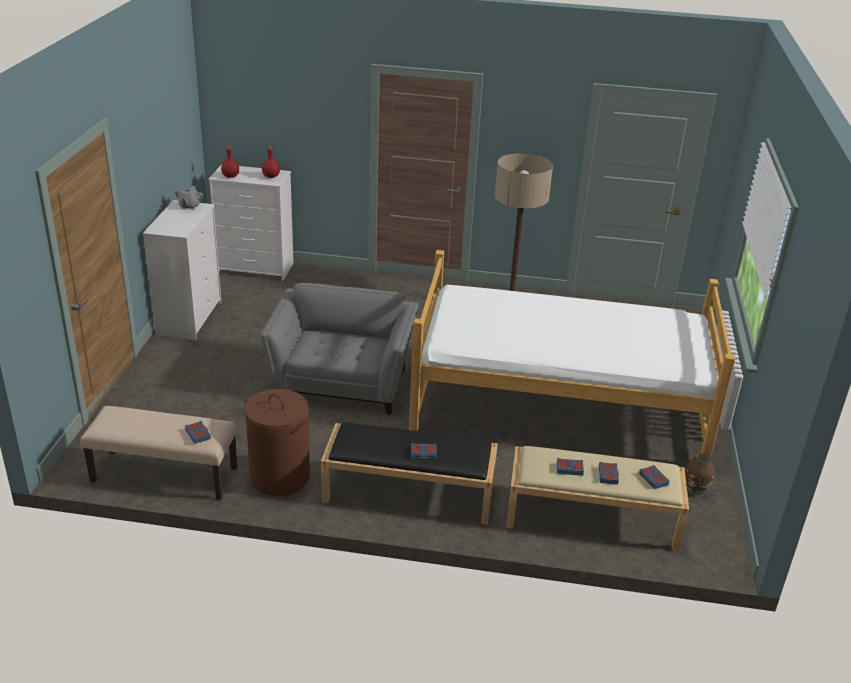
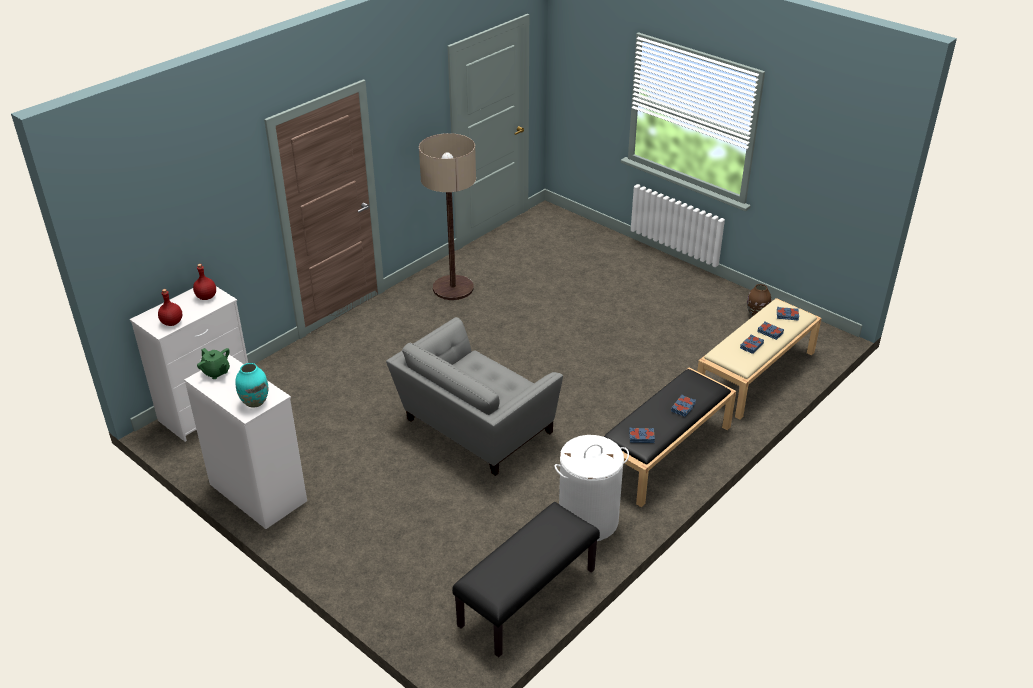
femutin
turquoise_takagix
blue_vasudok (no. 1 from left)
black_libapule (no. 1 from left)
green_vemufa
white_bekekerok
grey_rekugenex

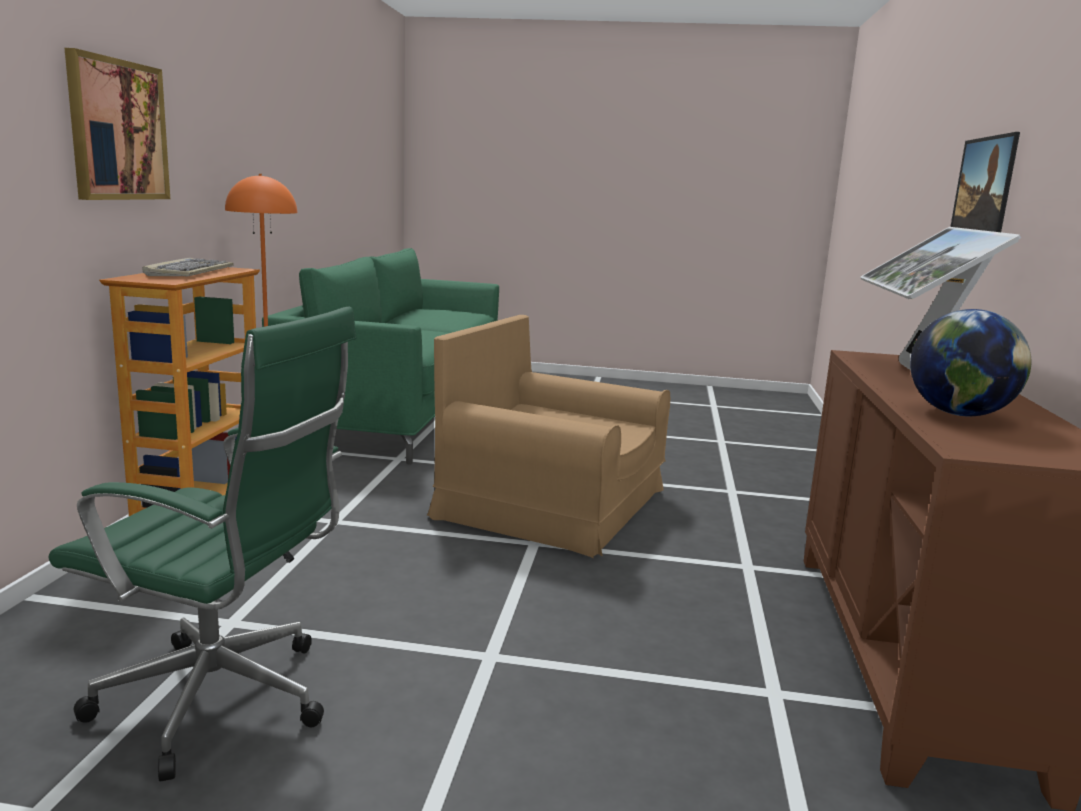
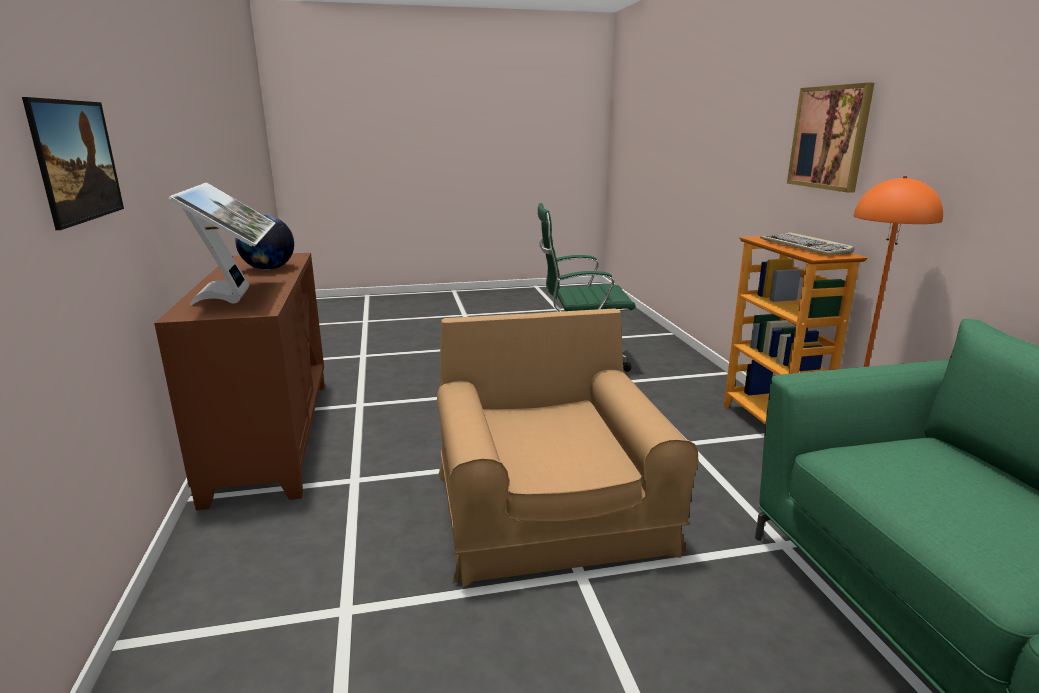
brown_rekugenex

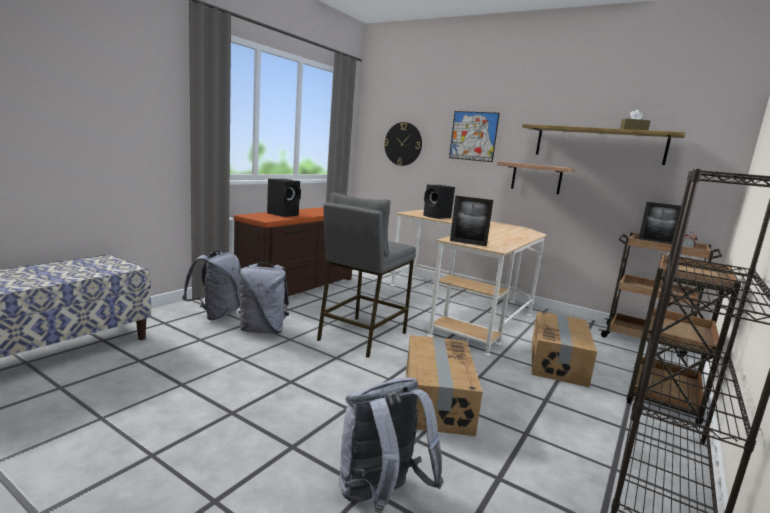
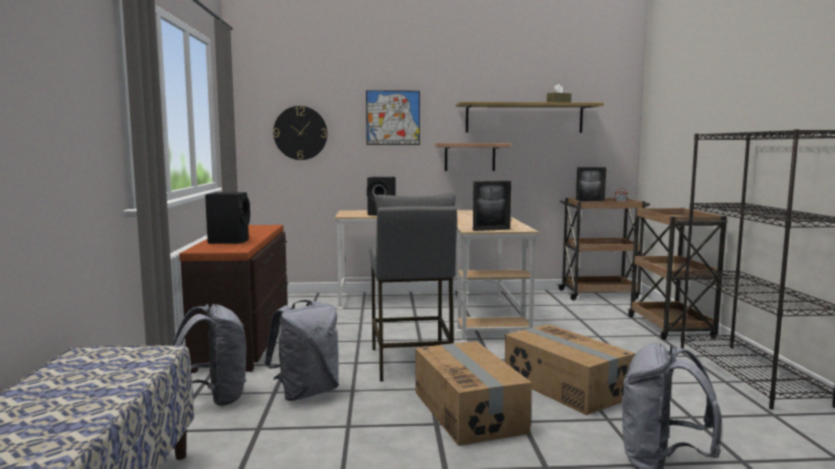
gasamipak (no. 1 from left)

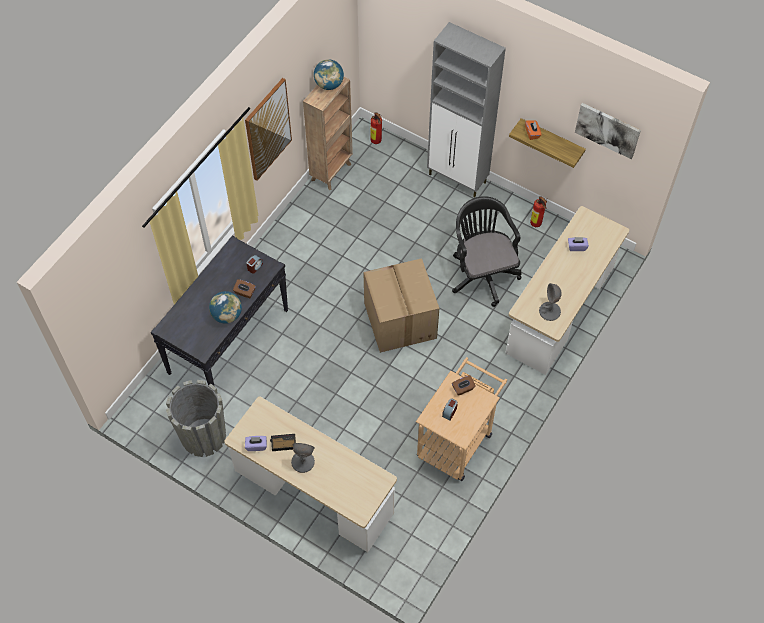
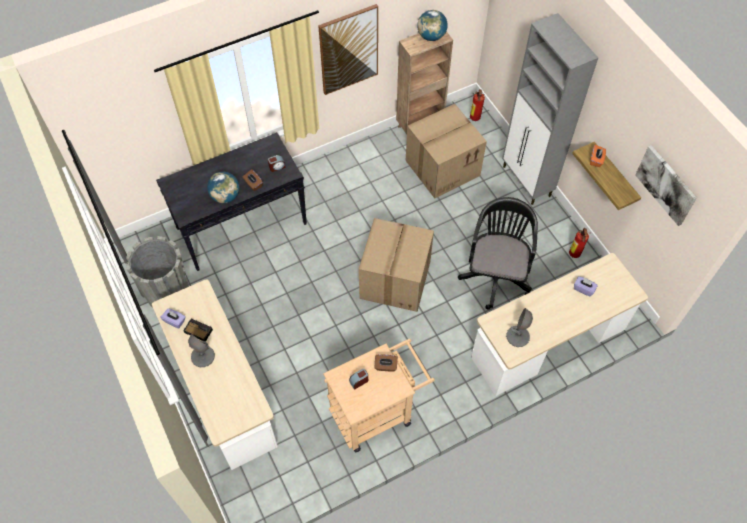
gasamipak (no. 2 from left)

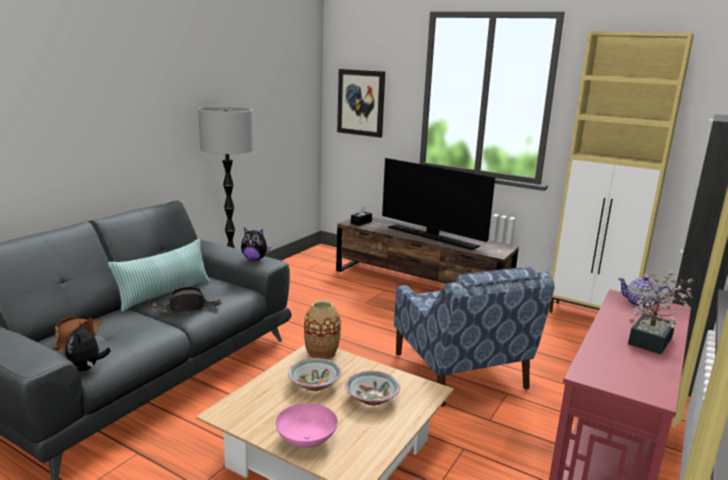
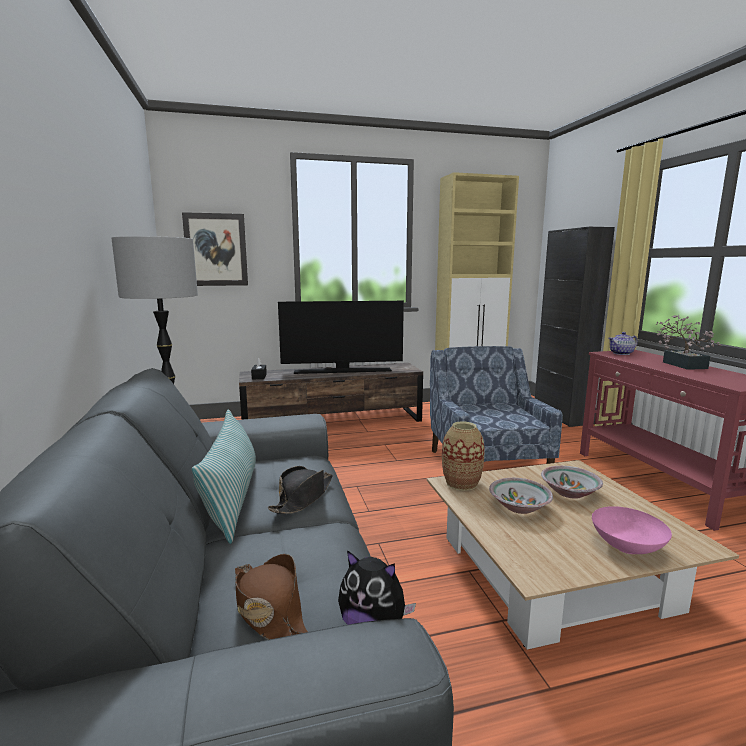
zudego (no. 2 from left in the first image)
blue_rekugenex

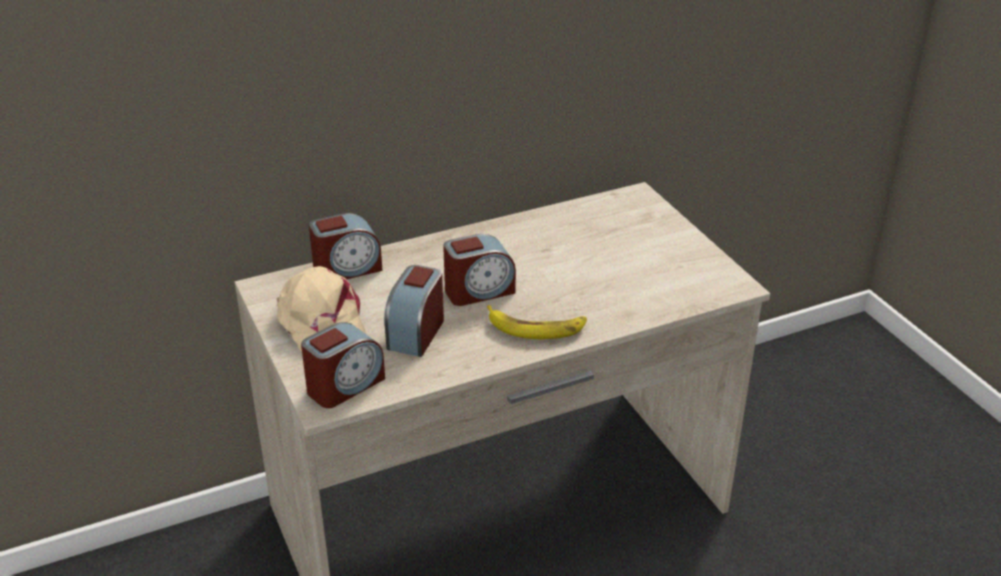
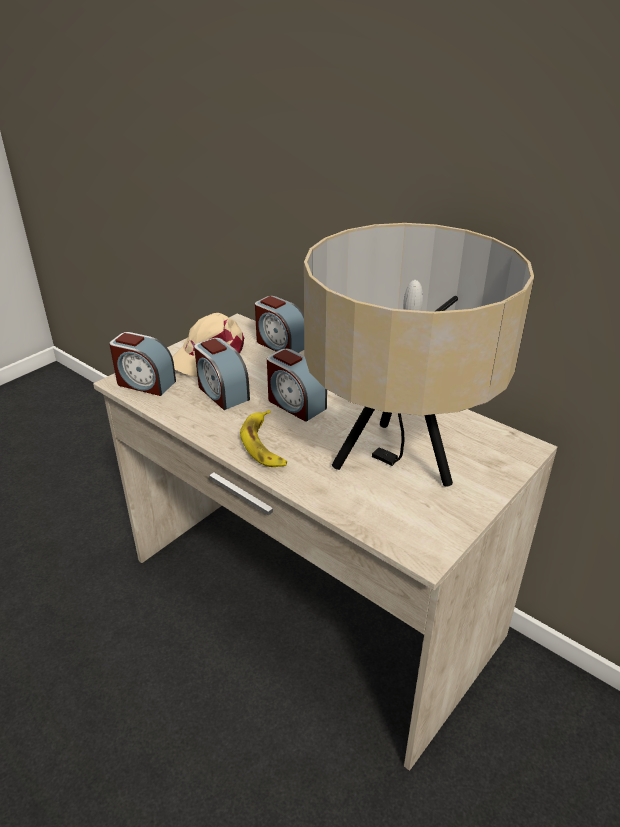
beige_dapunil
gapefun (no. 2 from left)

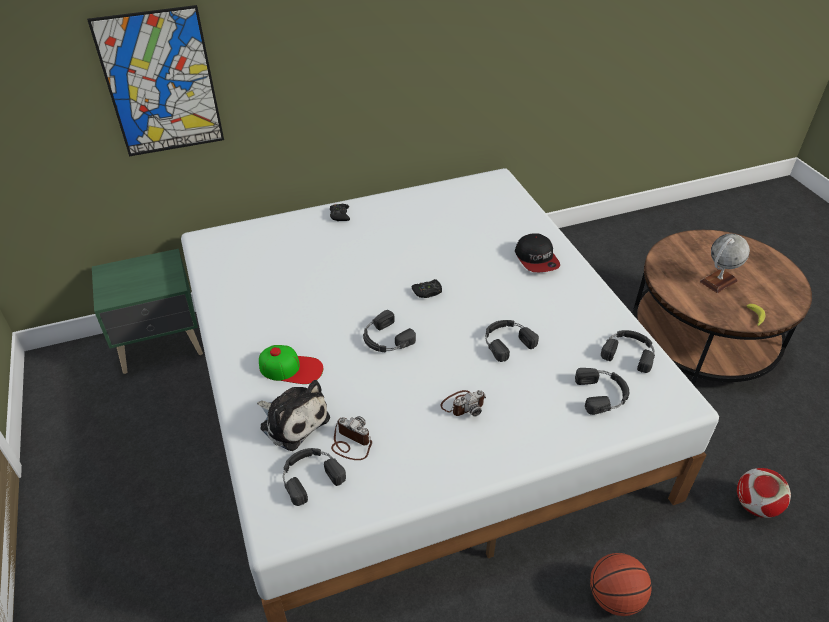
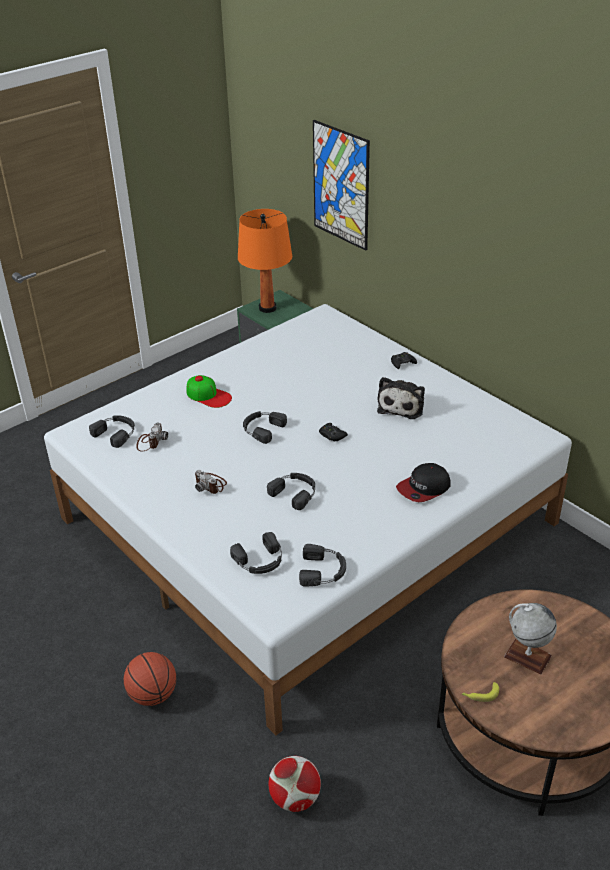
orange_dapunil
zudego
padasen (no. 1 from left)

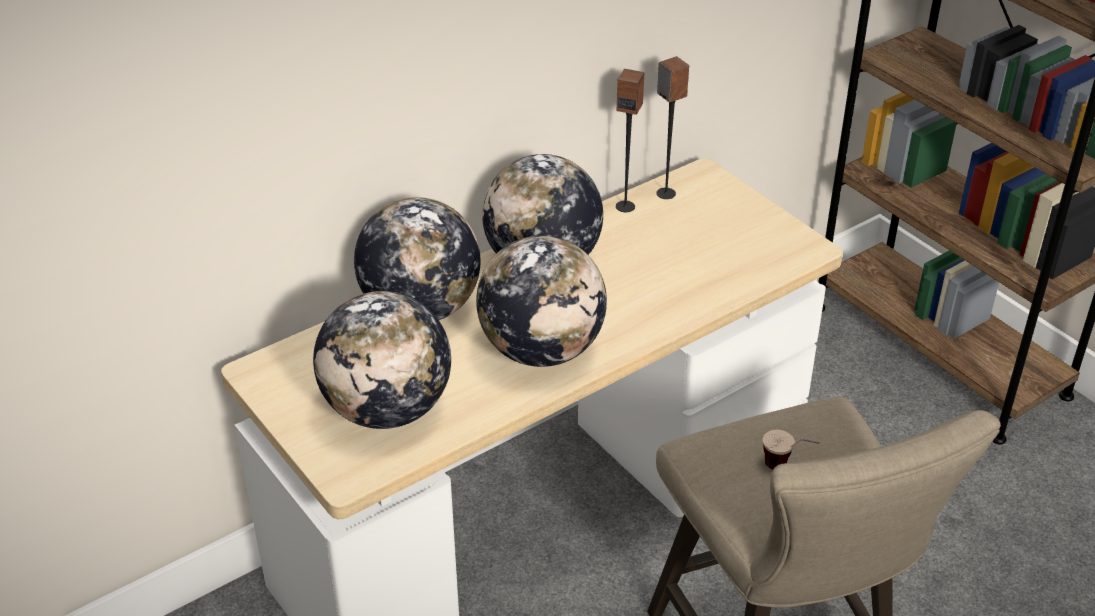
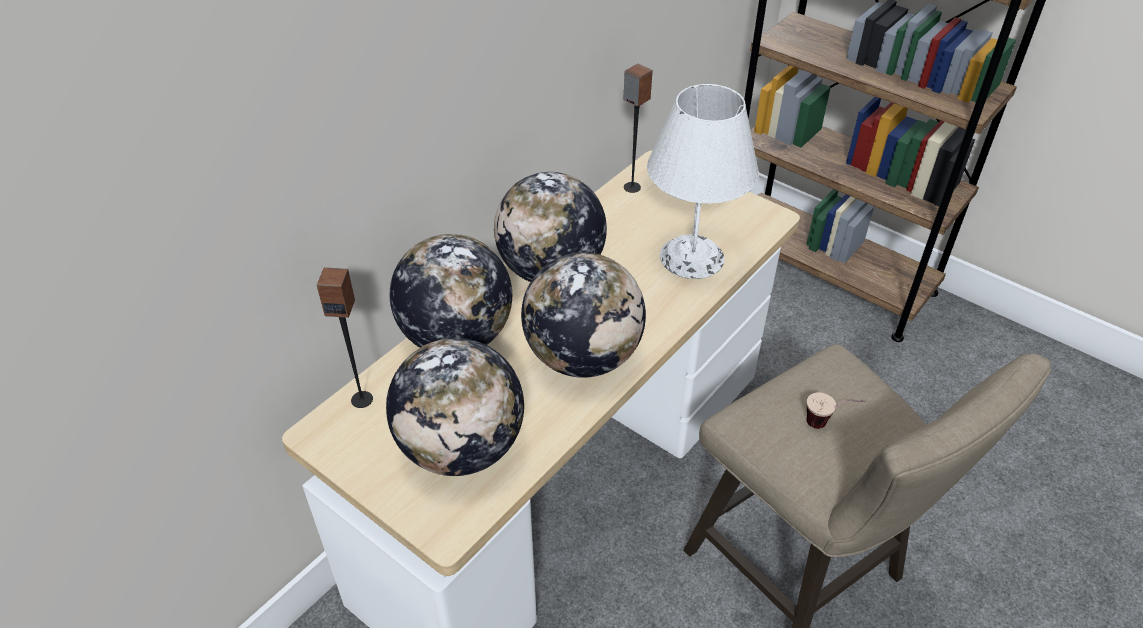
white_dapunil
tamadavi (no. 1 from left)

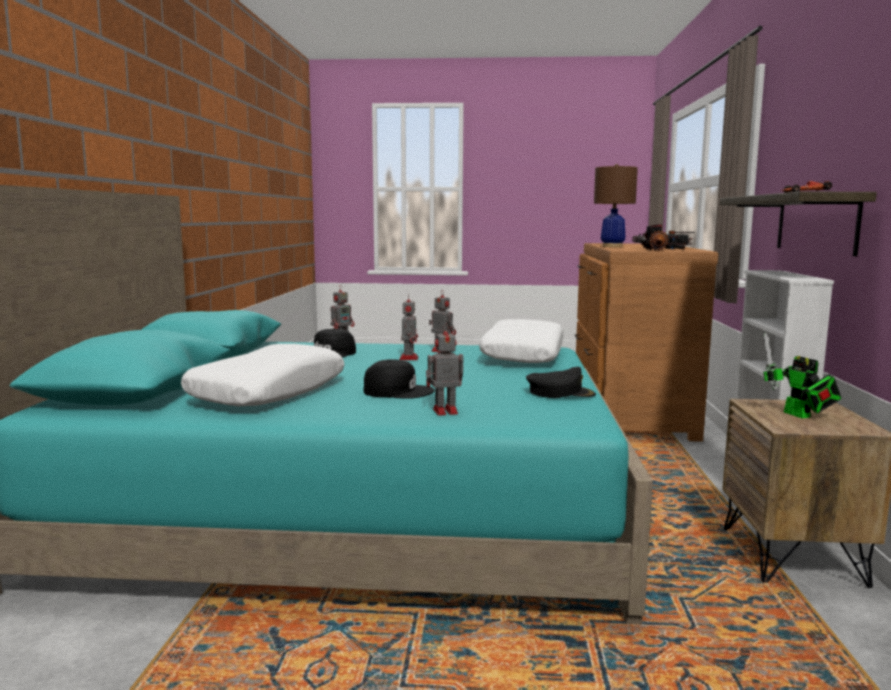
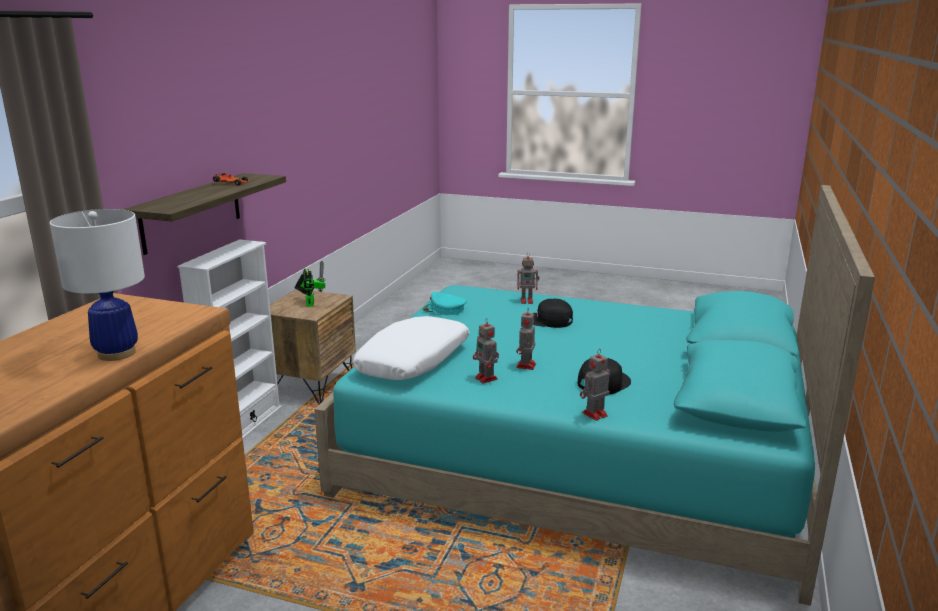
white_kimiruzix (no. 1 from left in the first image)
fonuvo
turquoise_padasen
white_dapunil

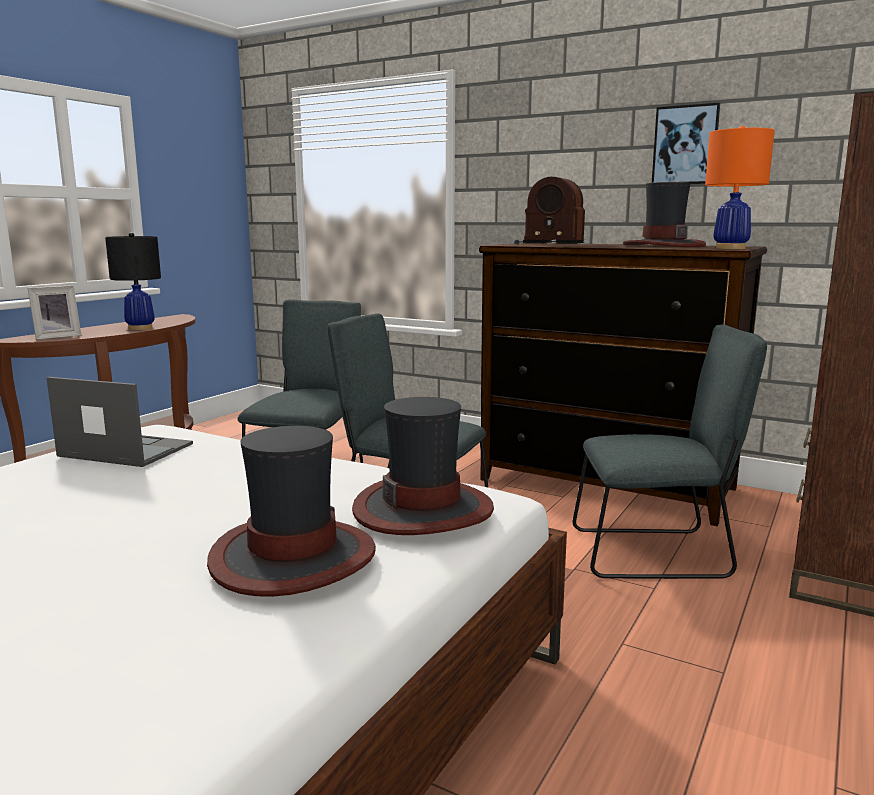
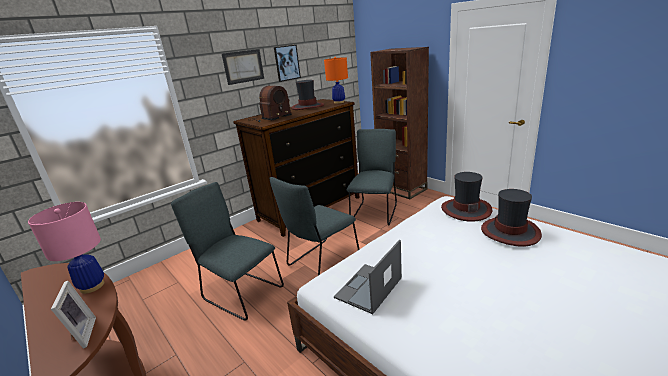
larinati (no. 1 from left)
pink_dapunil

